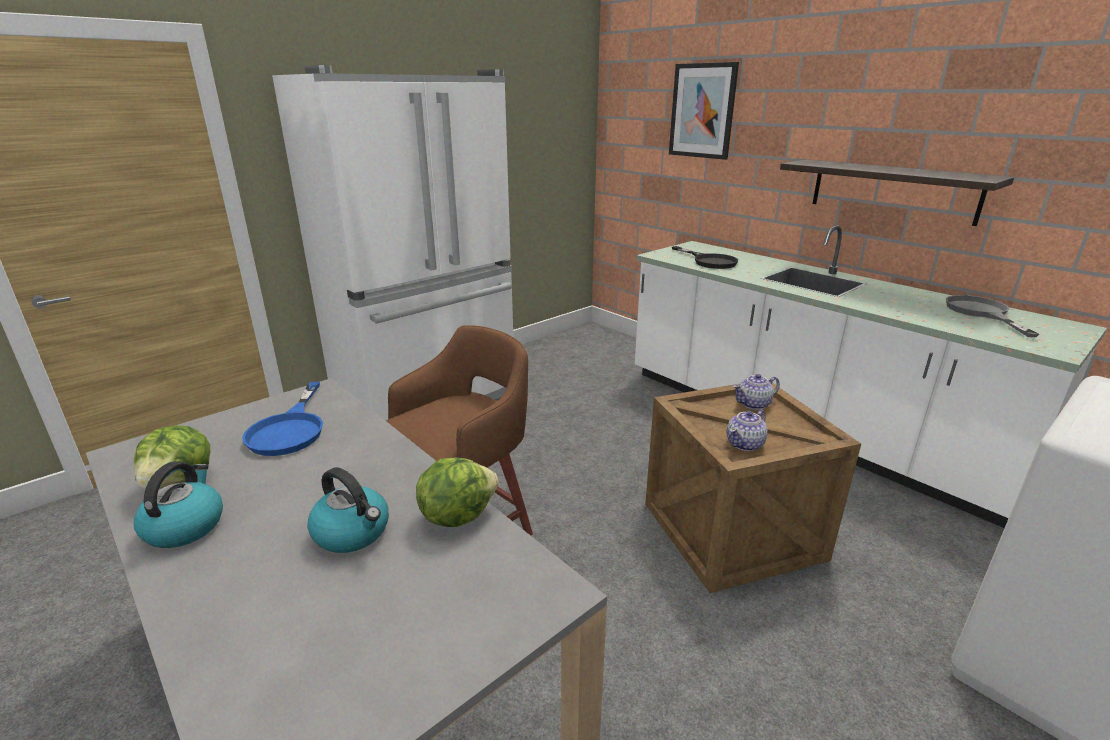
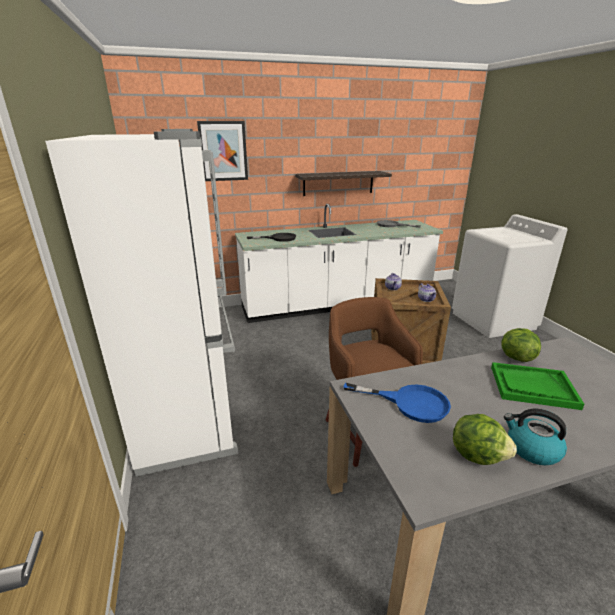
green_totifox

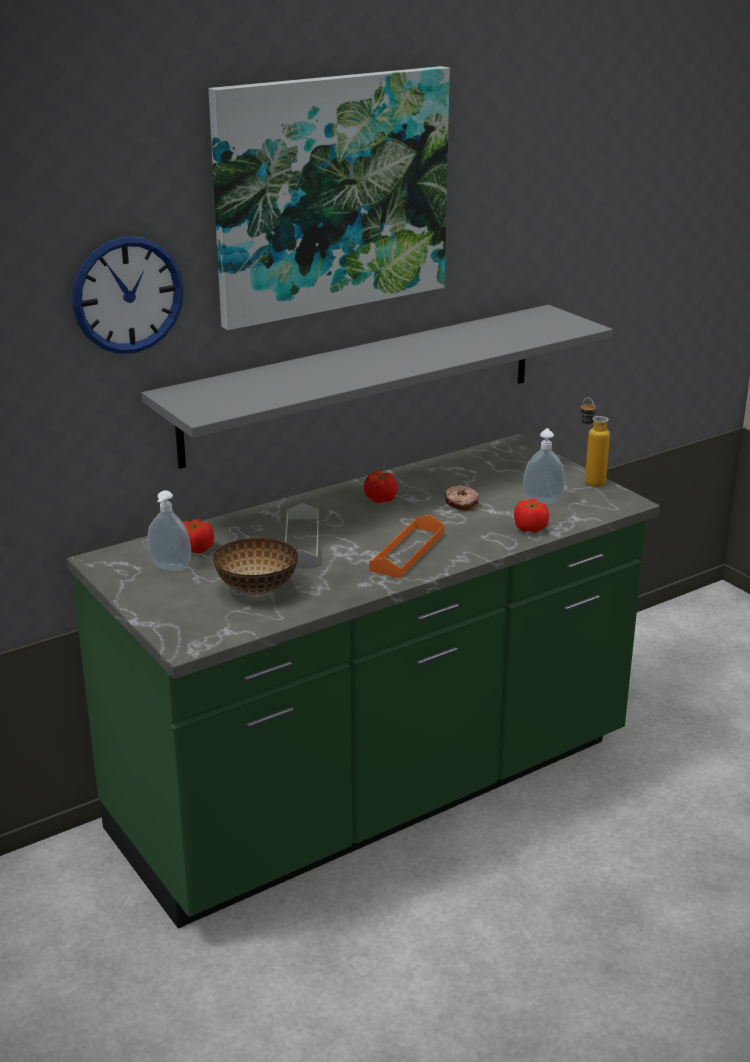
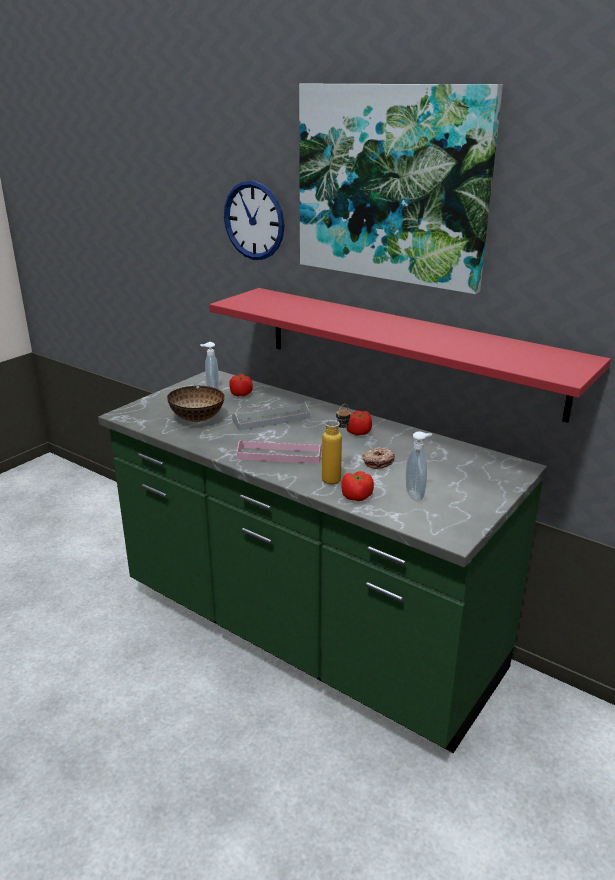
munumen
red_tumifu
pink_totifox

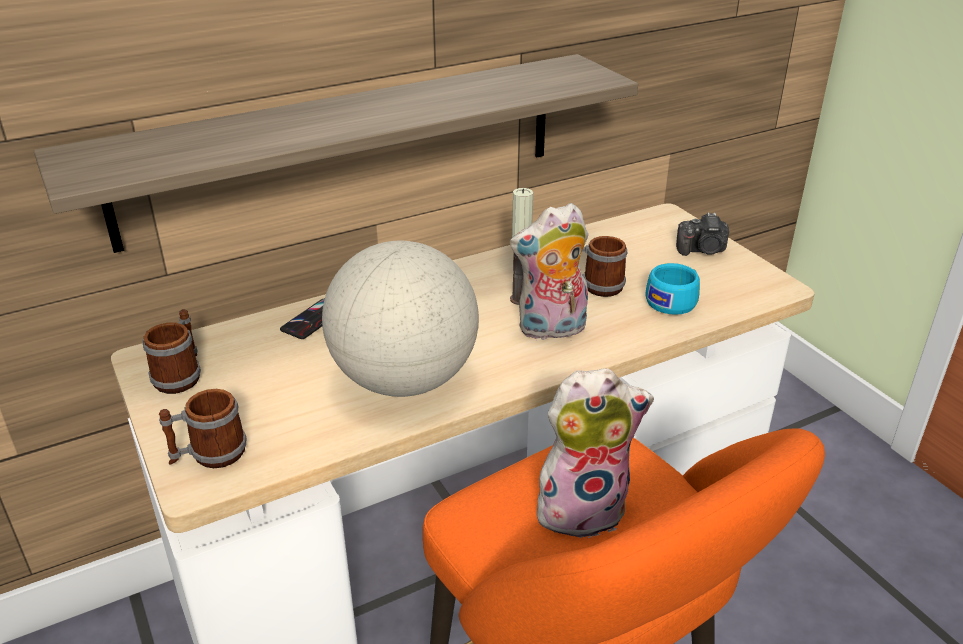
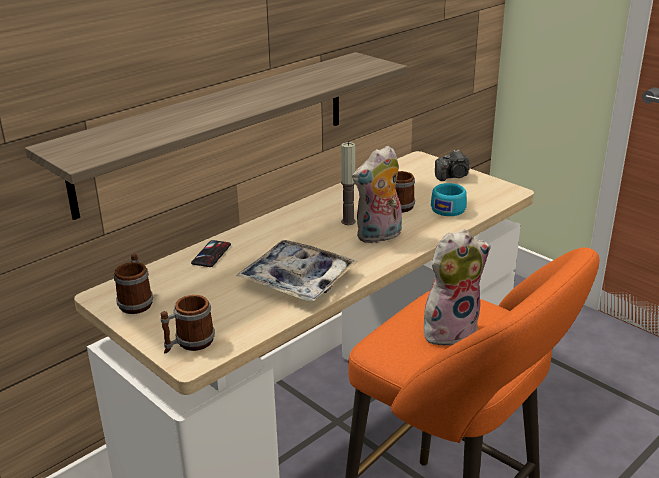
totifox

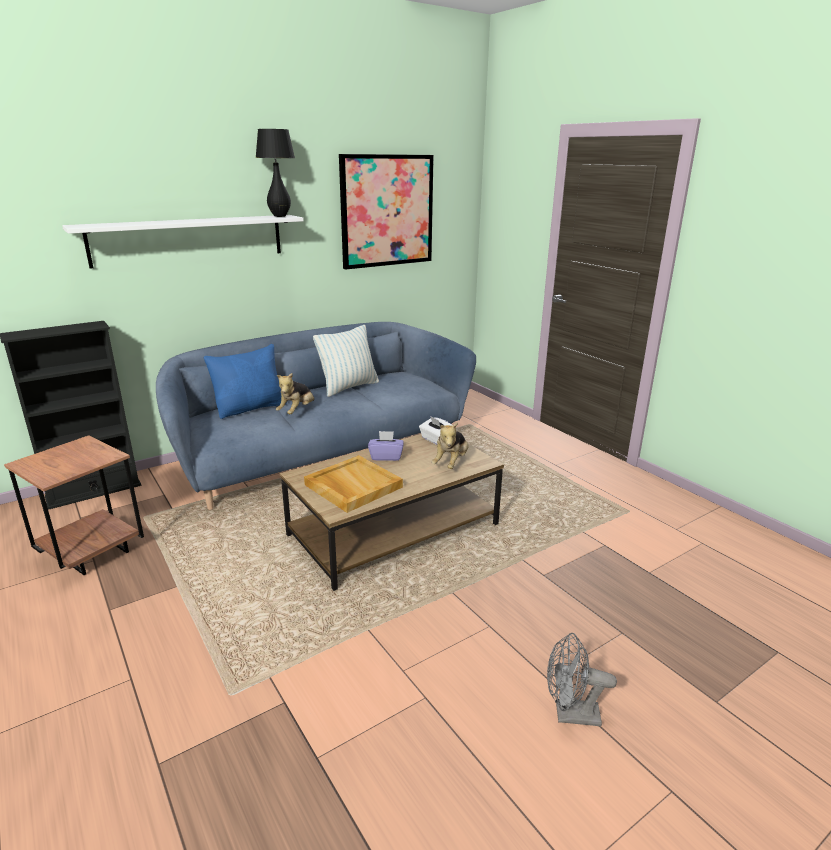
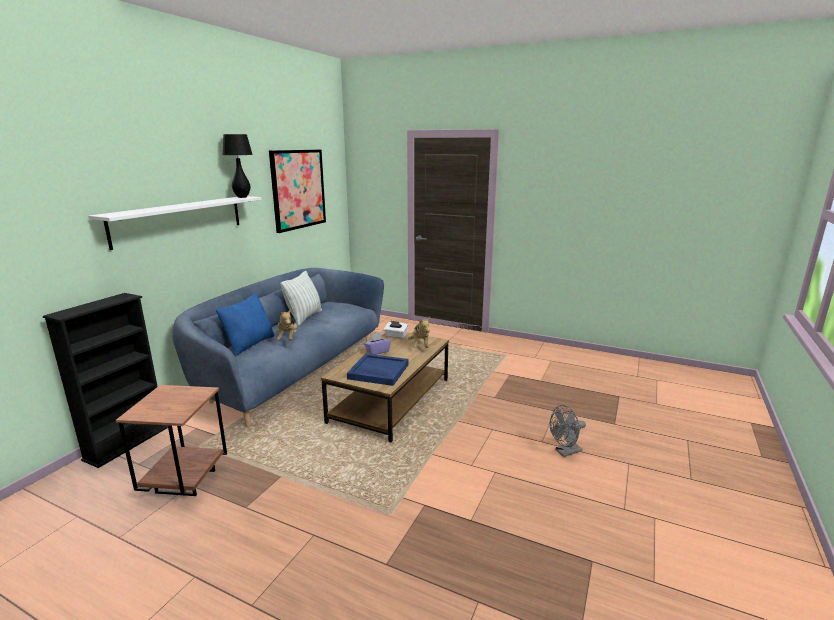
blue_totifox

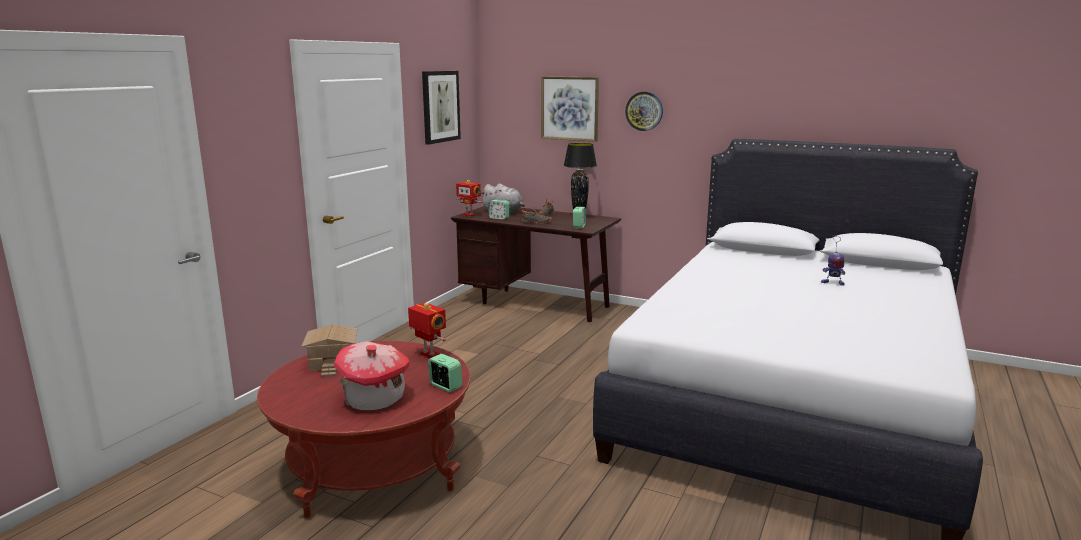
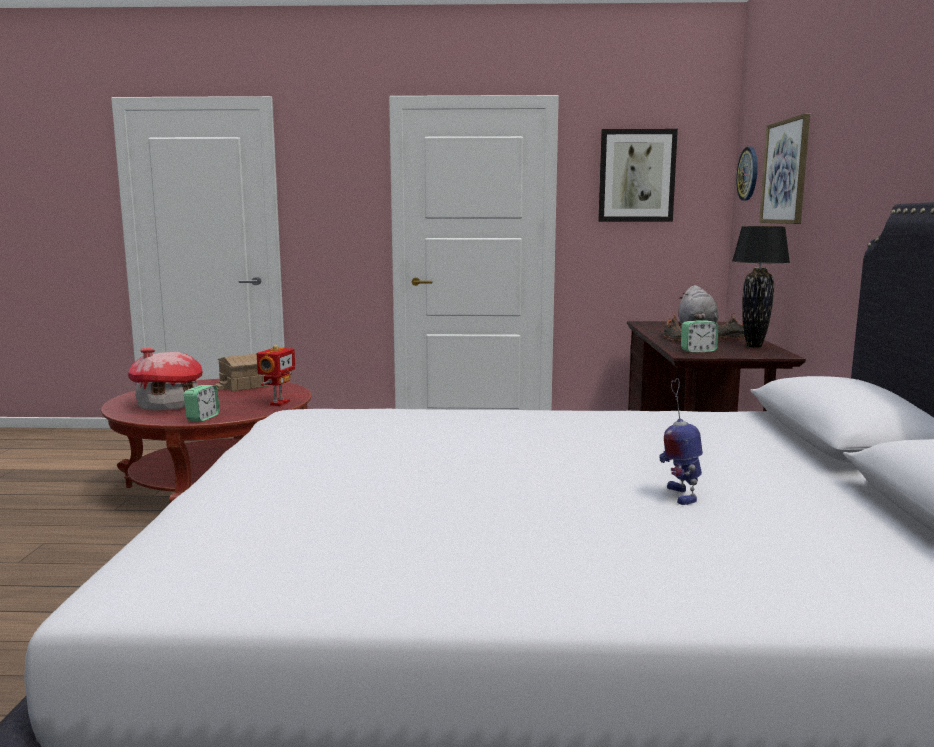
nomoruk (no. 2 from left in the first image)
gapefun (no. 2 from left in the first image)
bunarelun

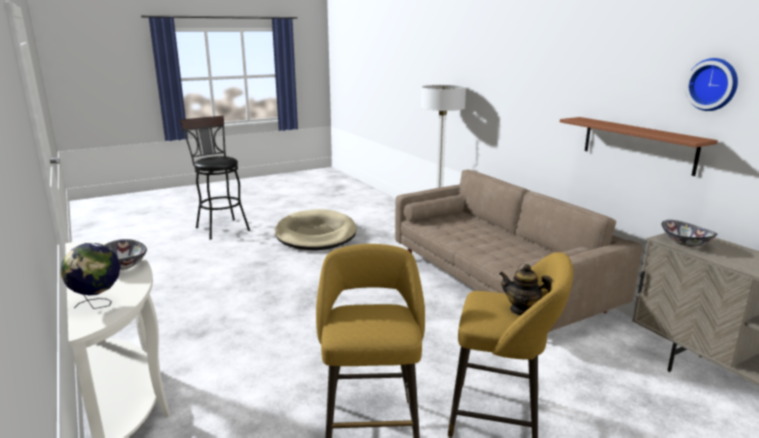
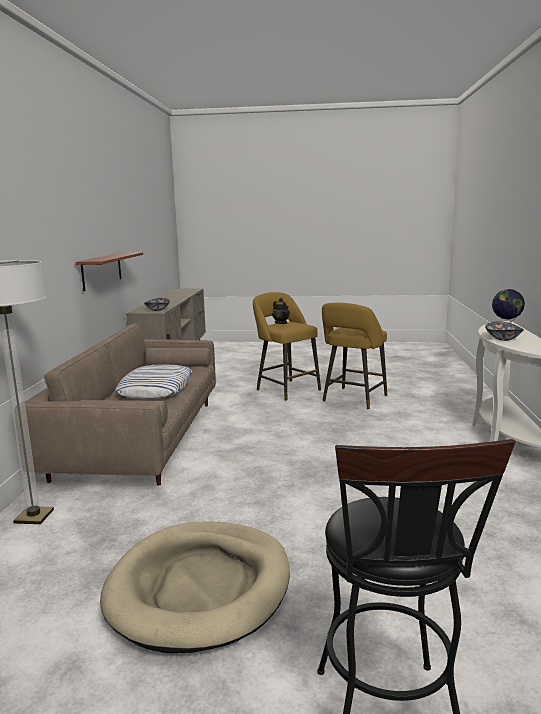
bunarelun
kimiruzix

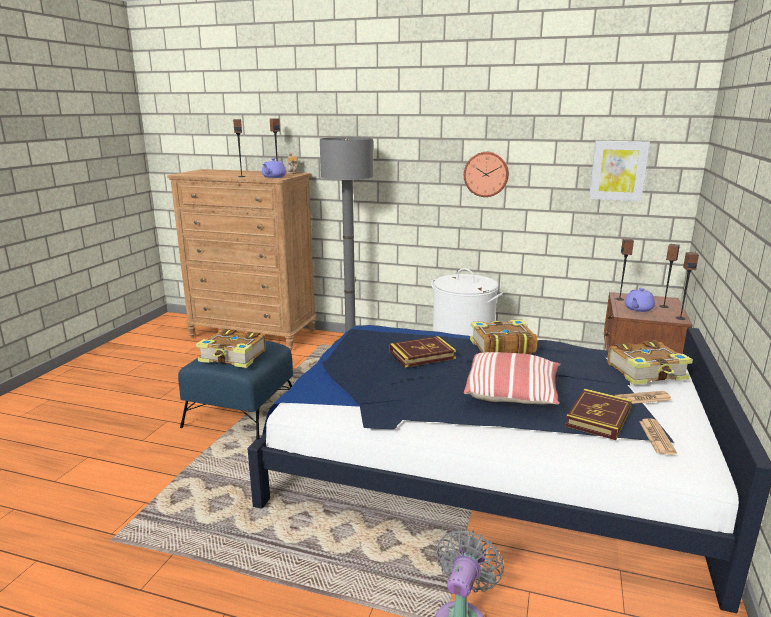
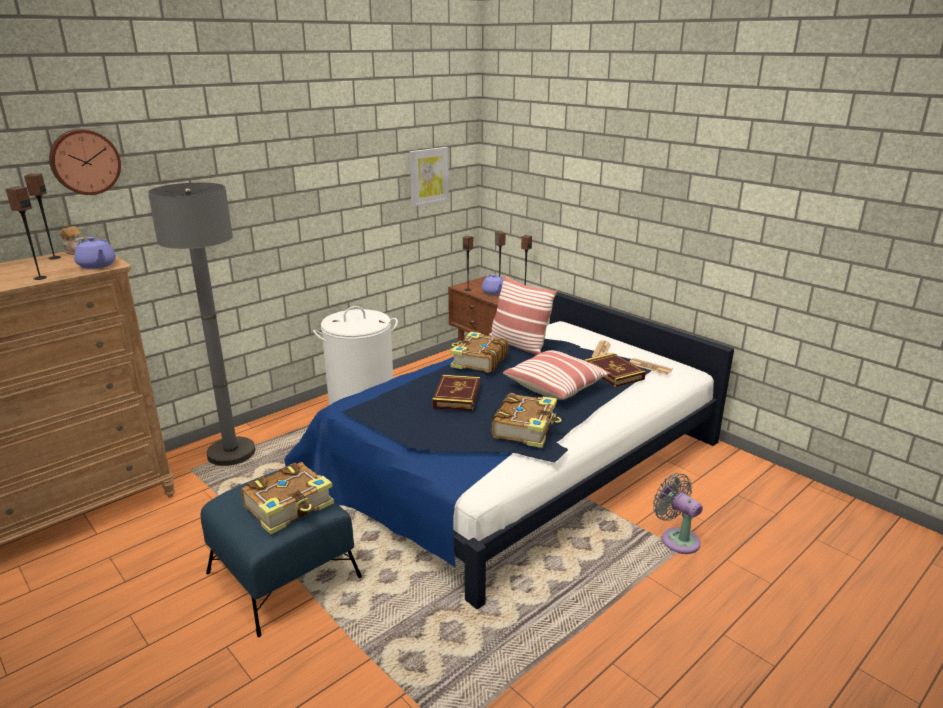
kimiruzix (no. 1 from left)
bunarelun
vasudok (no. 4 from left)

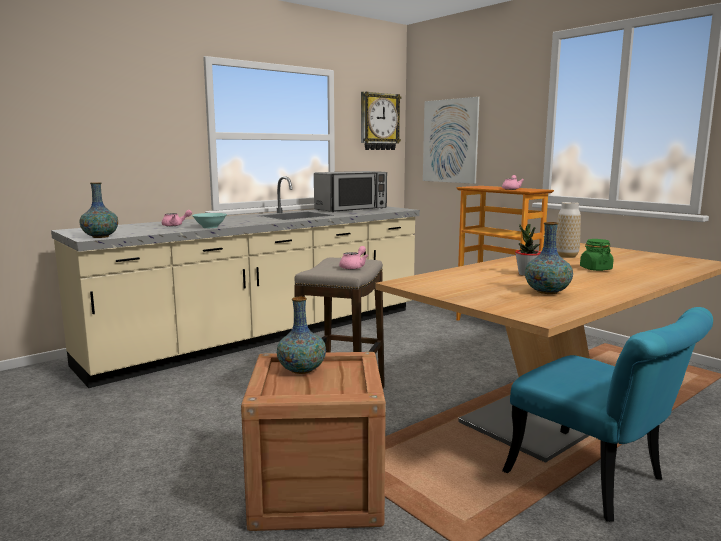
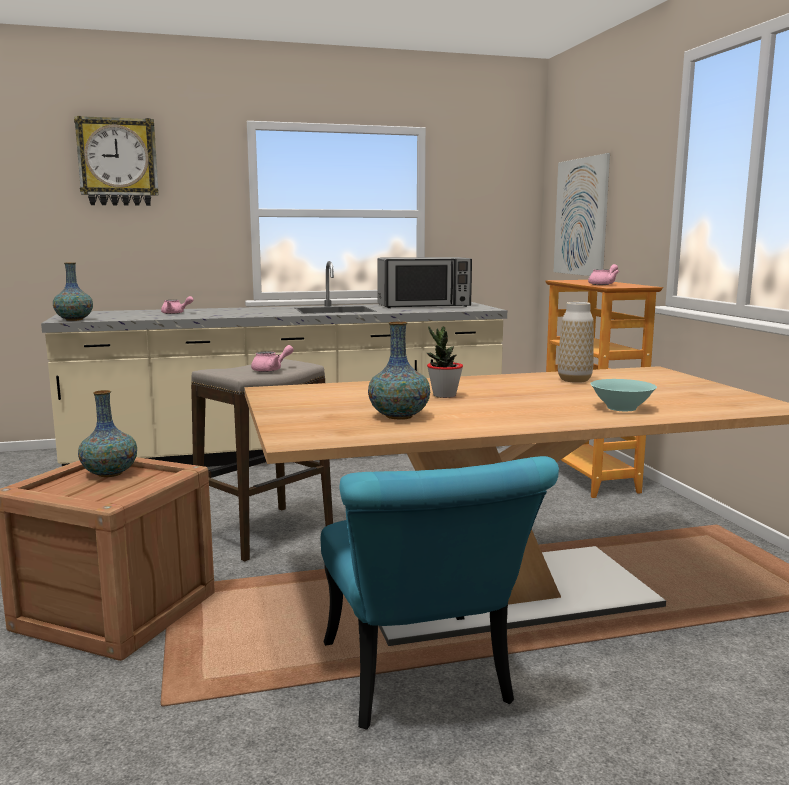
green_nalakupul
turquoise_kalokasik
bunarelun

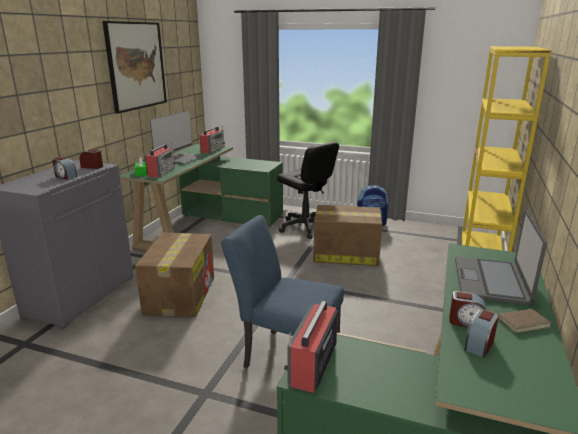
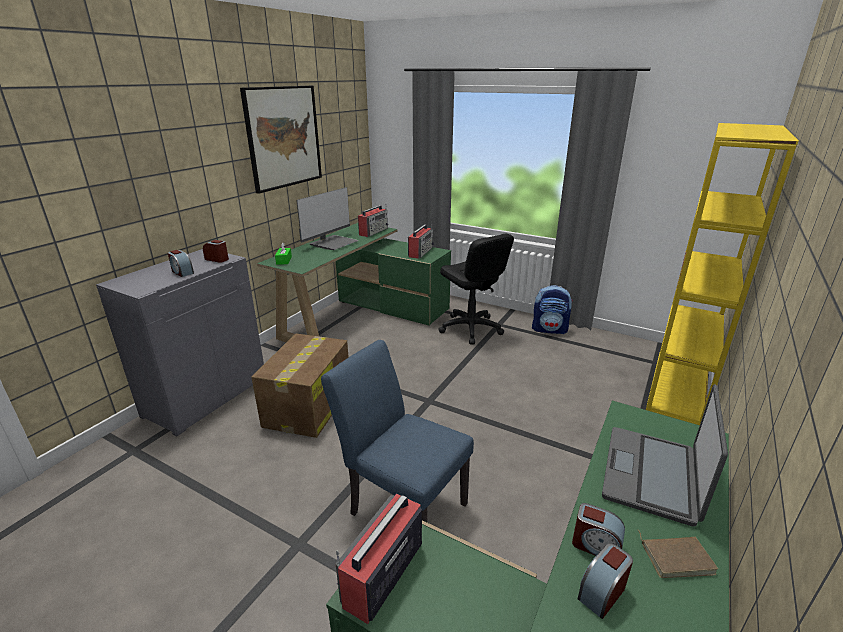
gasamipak (no. 2 from left in the first image)
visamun (no. 3 from left)

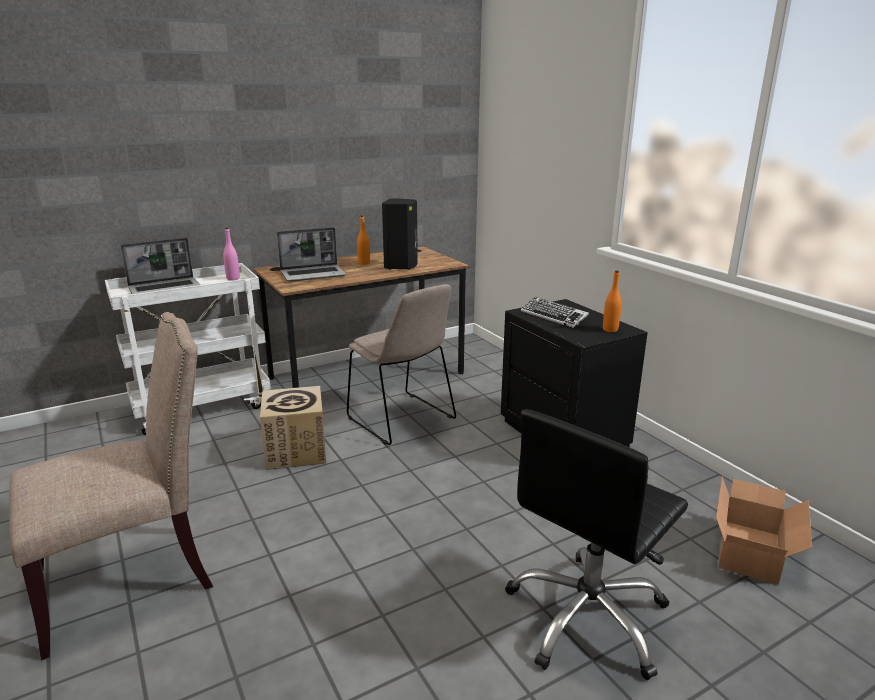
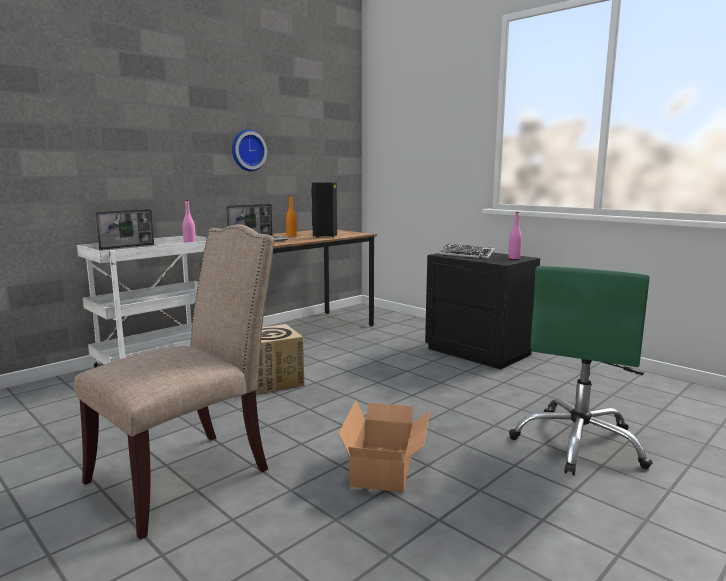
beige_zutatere (no. 2 from left in the first image)
bunarelun
gasamipak (no. 2 from left)
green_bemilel
pink_munumen (no. 2 from left)

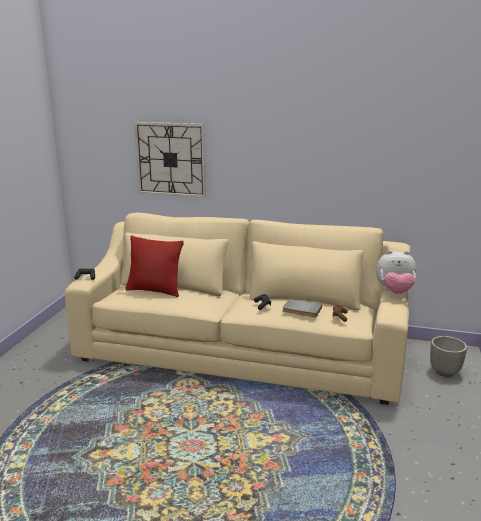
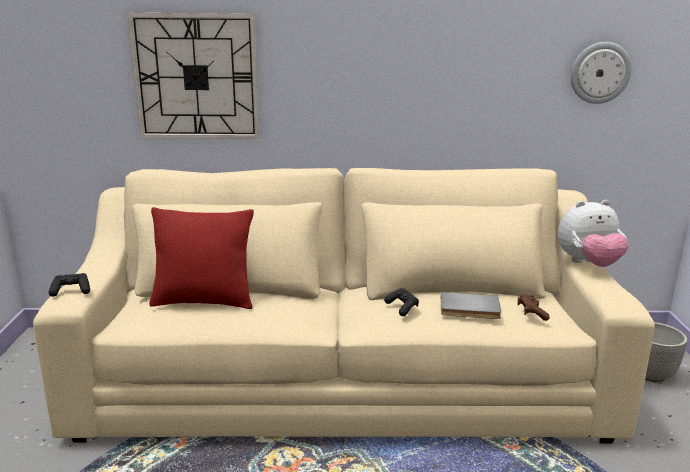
bunarelun (no. 2 from left)

